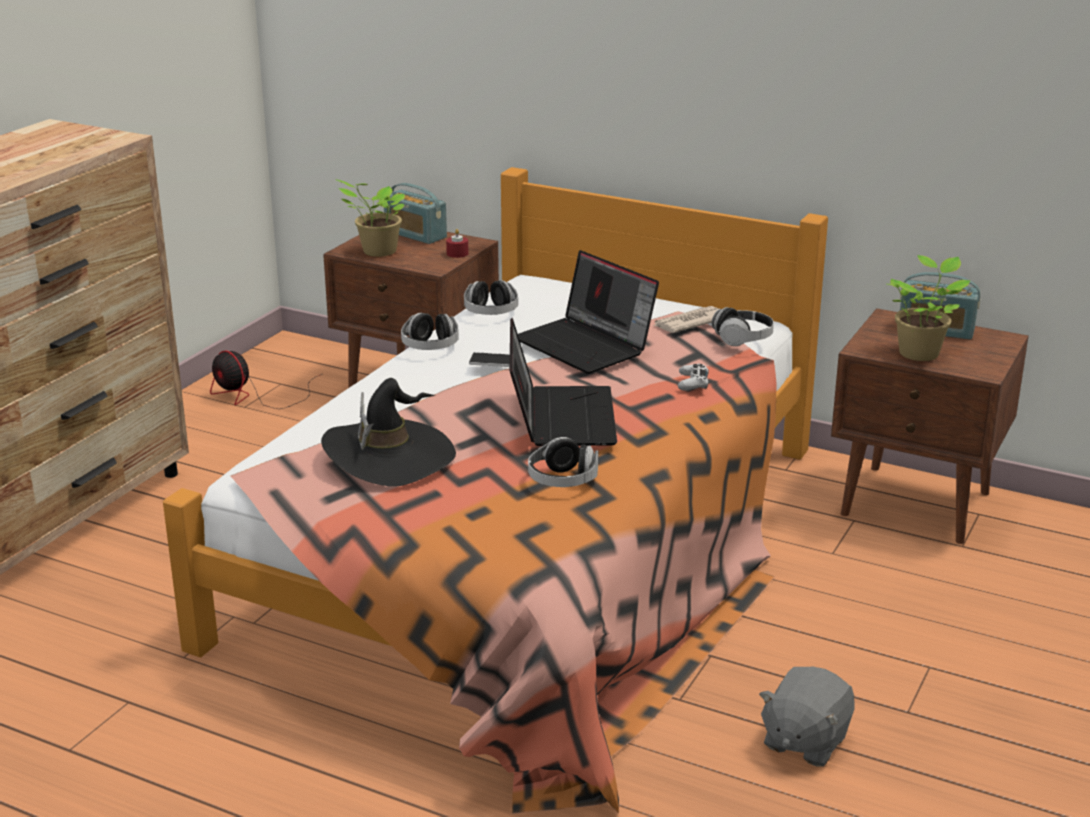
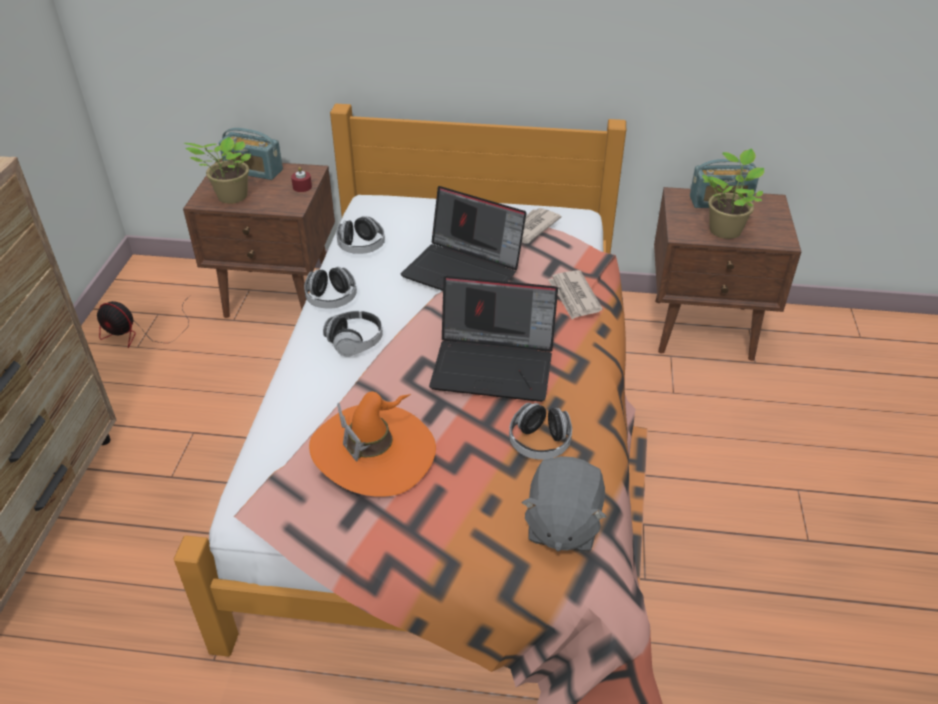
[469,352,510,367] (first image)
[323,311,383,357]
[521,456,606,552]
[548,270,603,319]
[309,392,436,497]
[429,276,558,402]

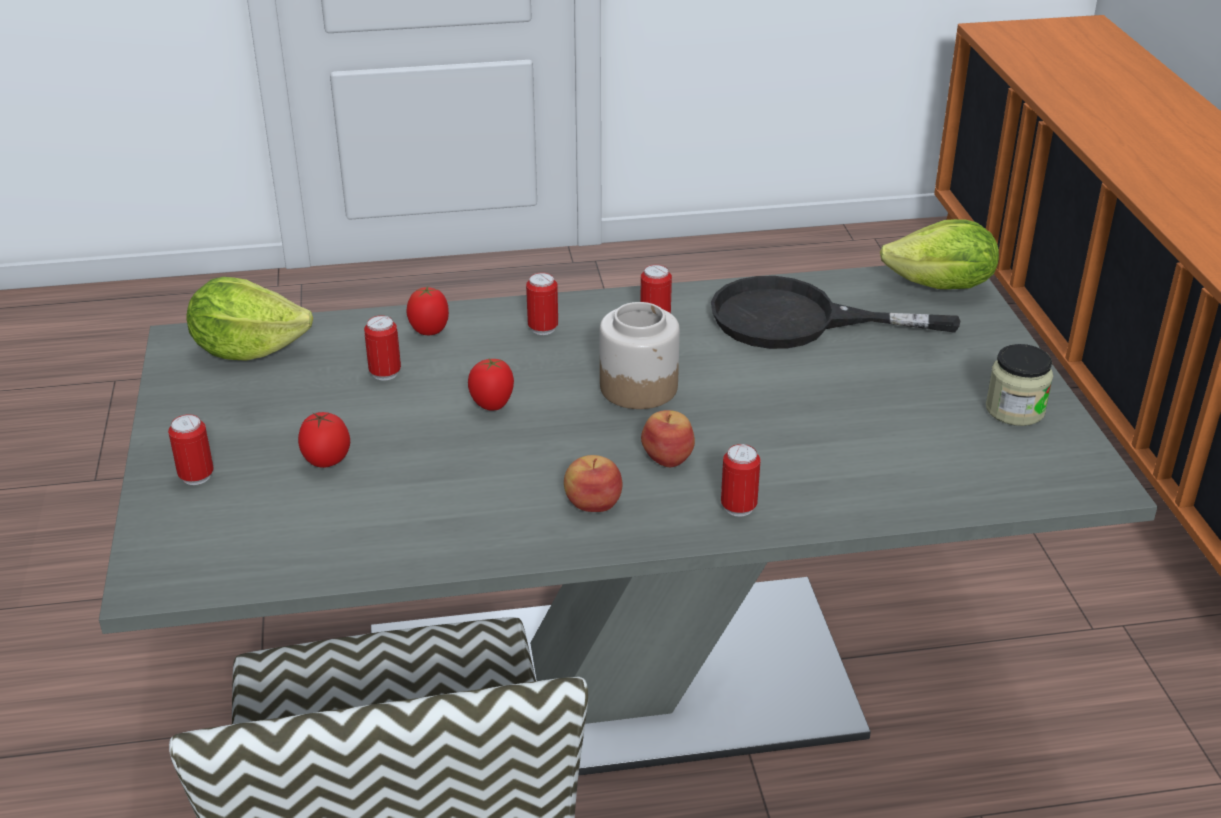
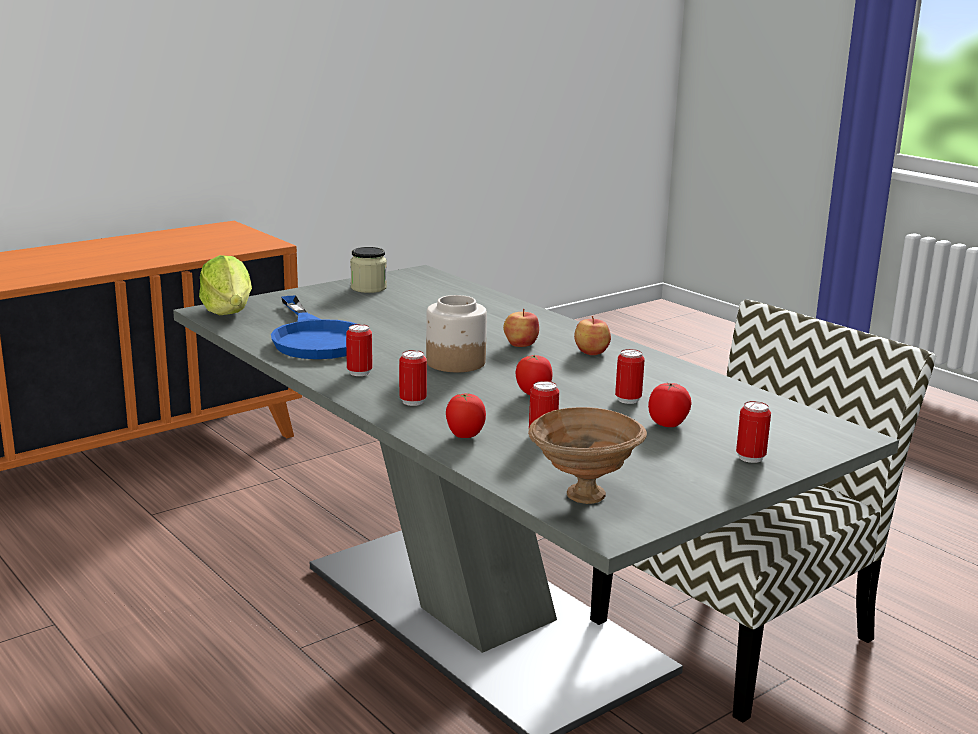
[615,349,645,404]
[528,407,647,504]
[271,295,356,359]

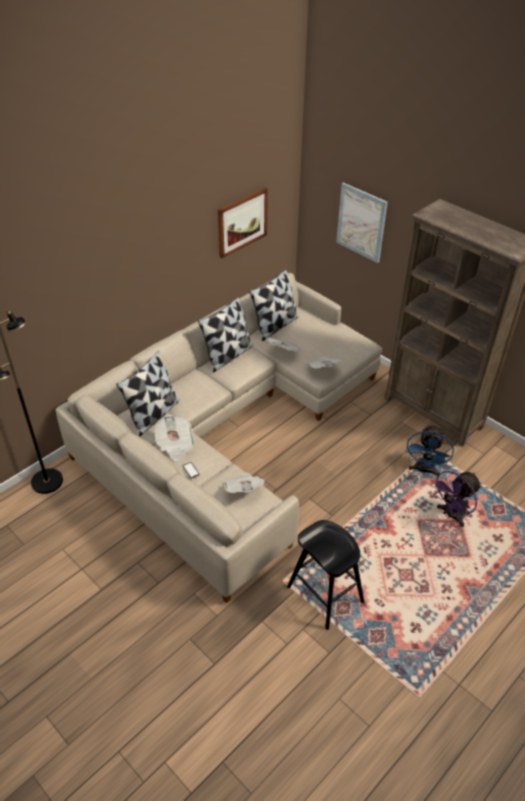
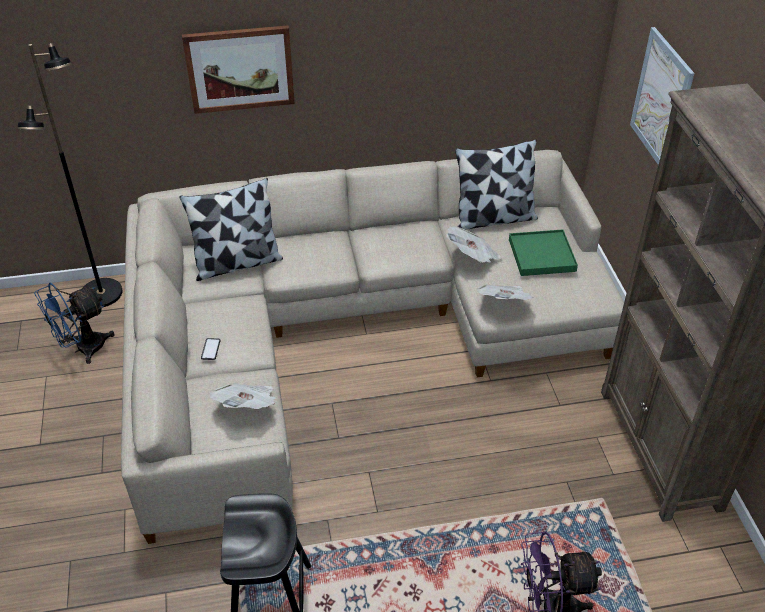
[155,415,195,461] (first image)
[198,297,253,372] (first image)
[509,229,578,276]
[182,25,295,114]
[34,282,114,364]

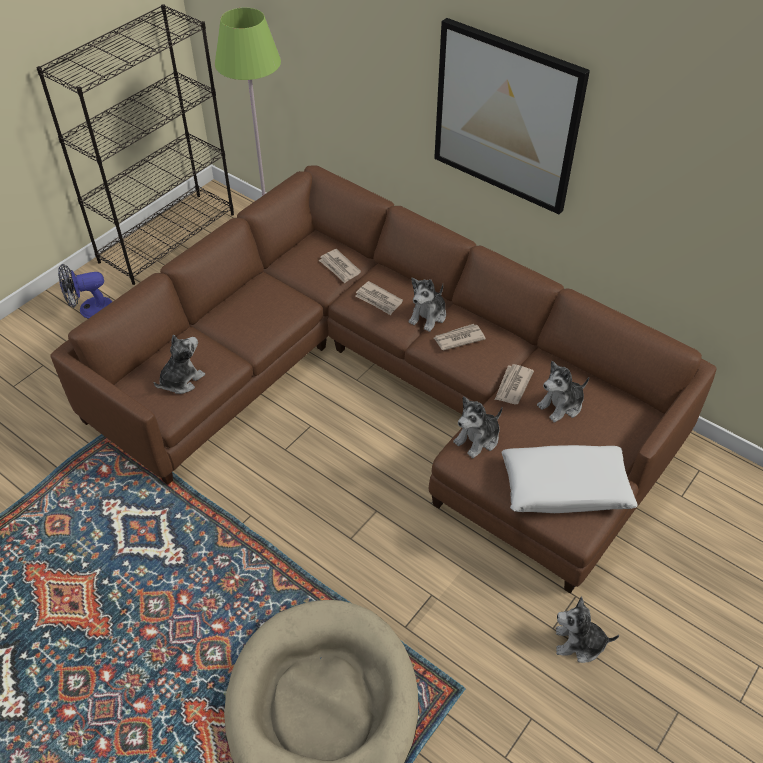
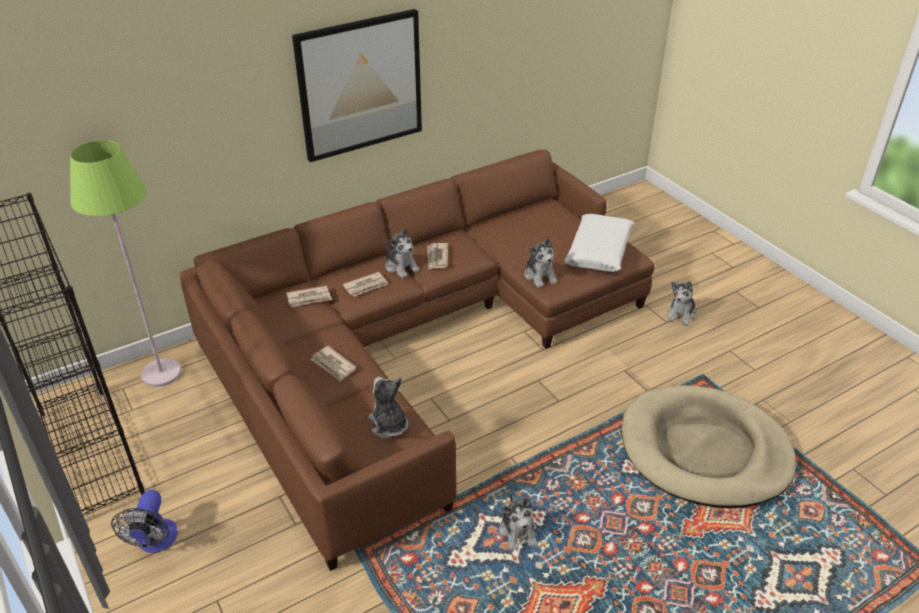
[311,346,357,382]
[499,493,537,550]

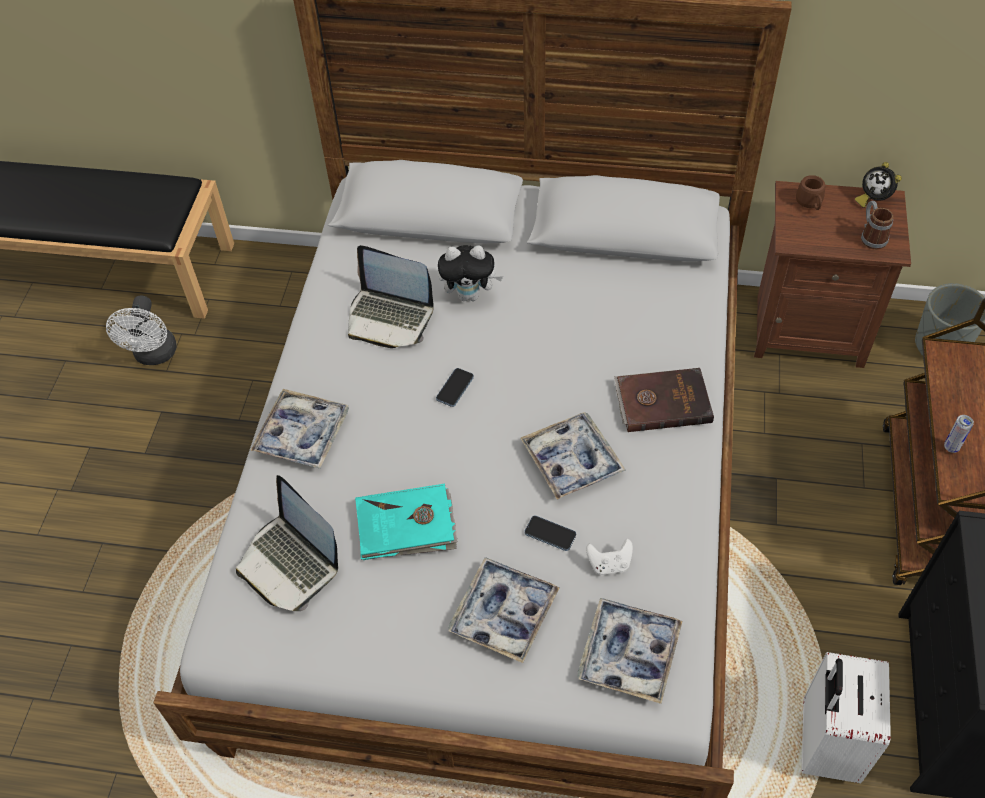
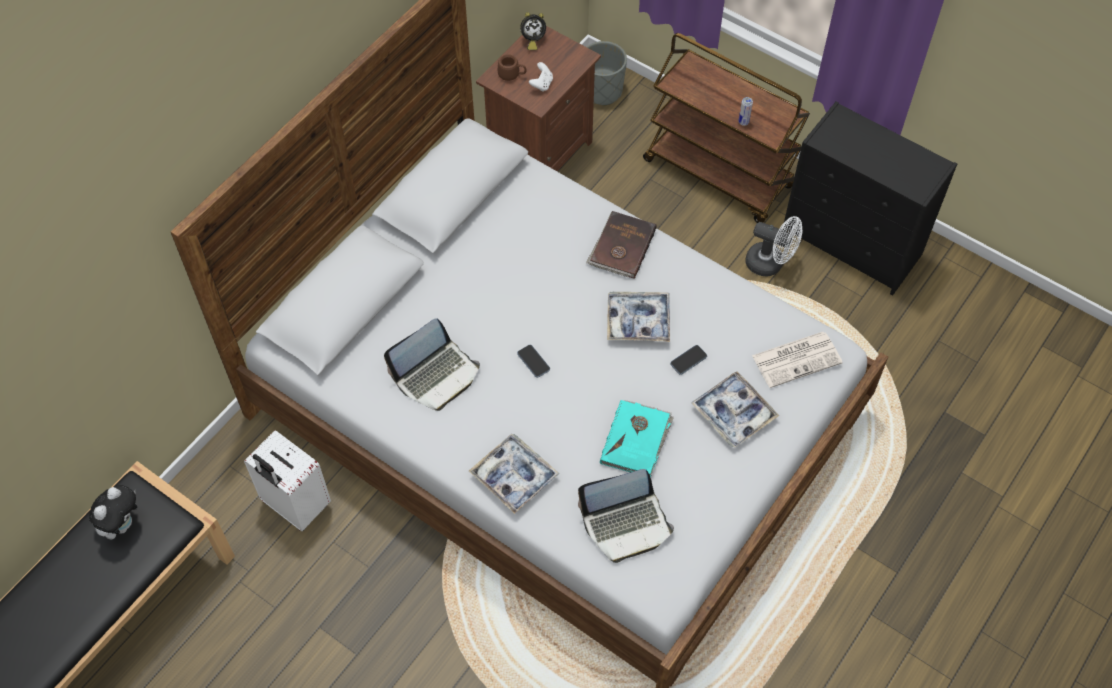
[861,201,893,250] (first image)
[745,216,802,277]
[89,485,137,539]
[529,62,553,92]
[244,430,331,531]
[752,332,843,388]

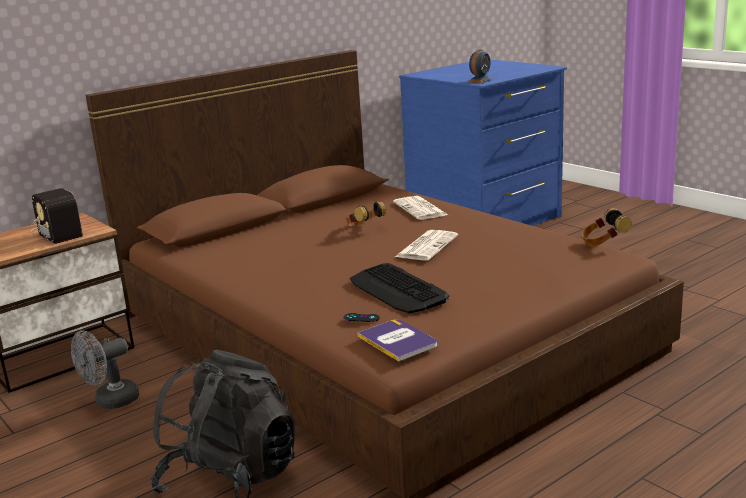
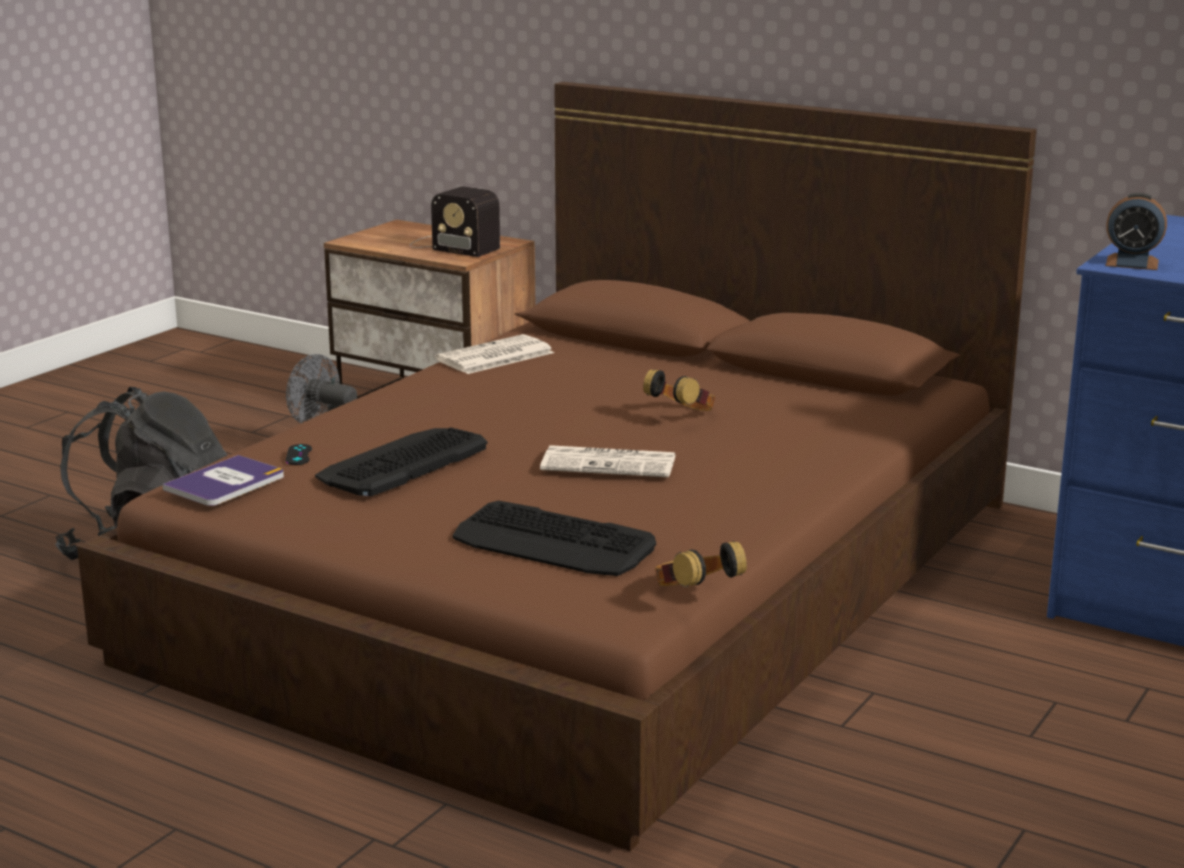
[452,501,656,576]
[435,334,554,374]
[410,187,500,257]

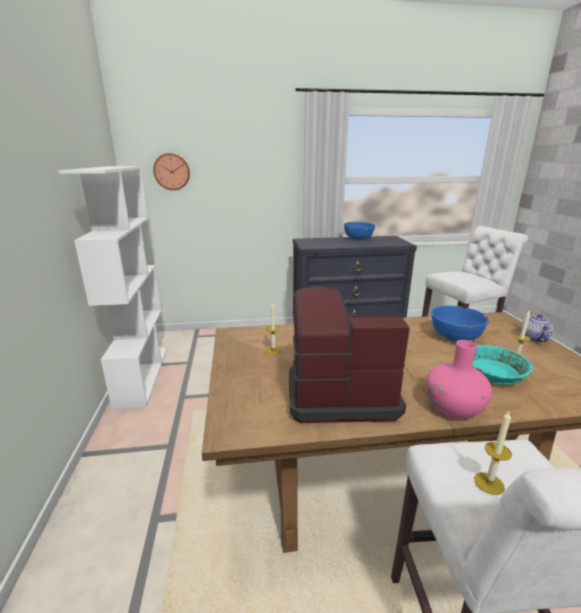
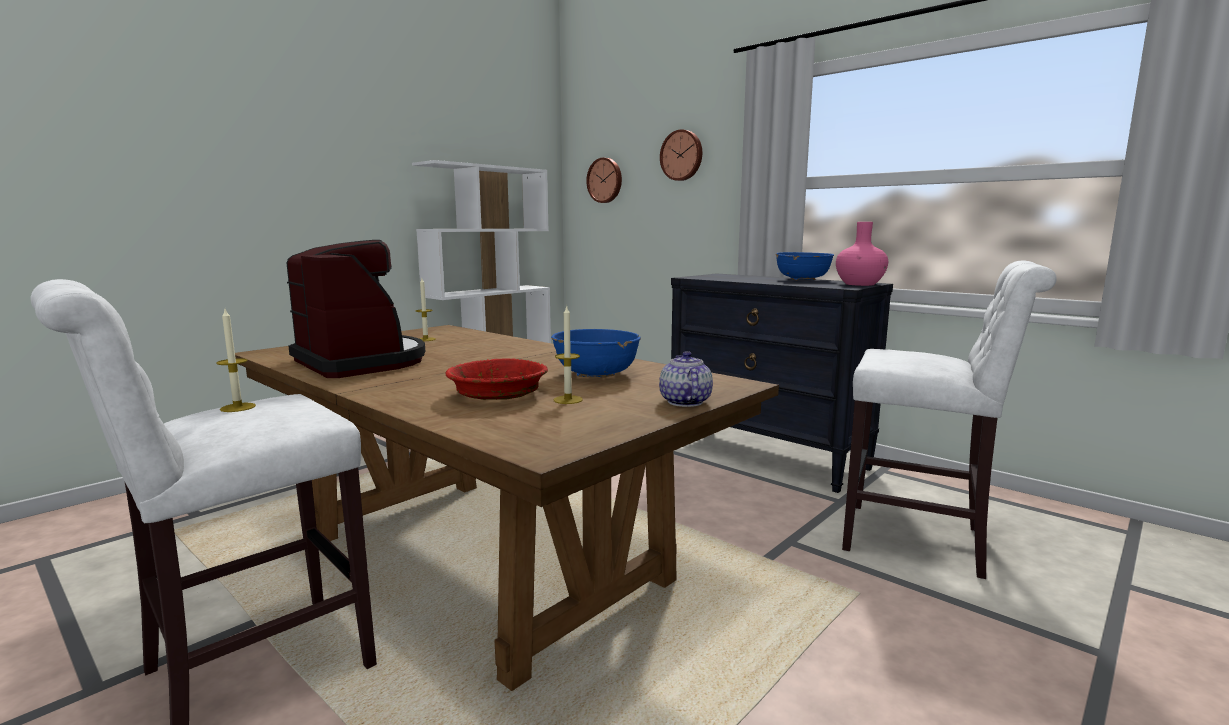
[660,129,702,181]
[836,222,888,286]
[446,358,548,400]
[659,351,713,407]

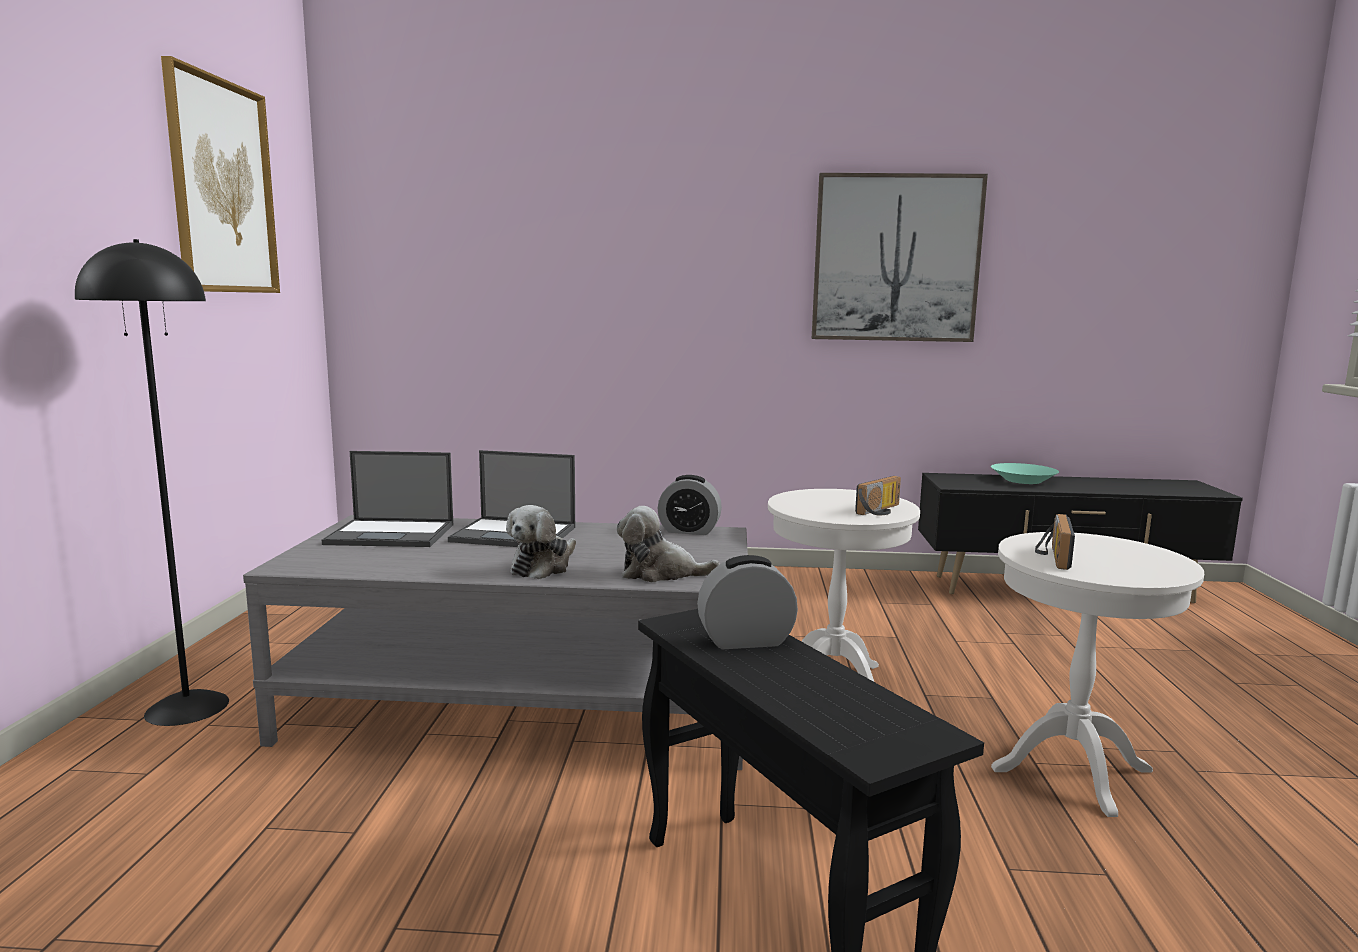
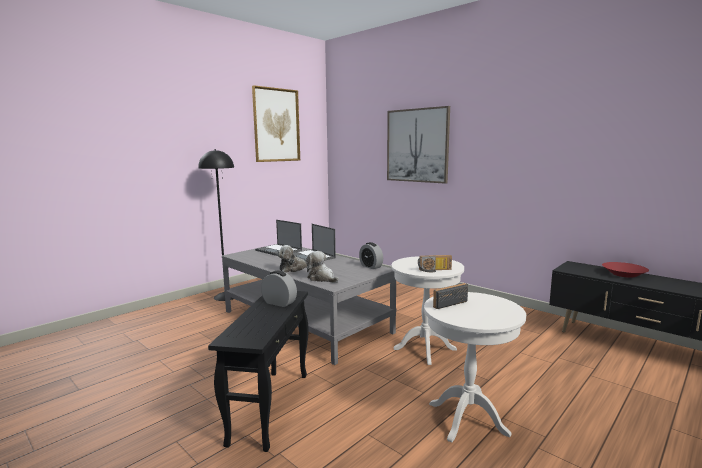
[387,106,450,184]
[602,262,649,278]

